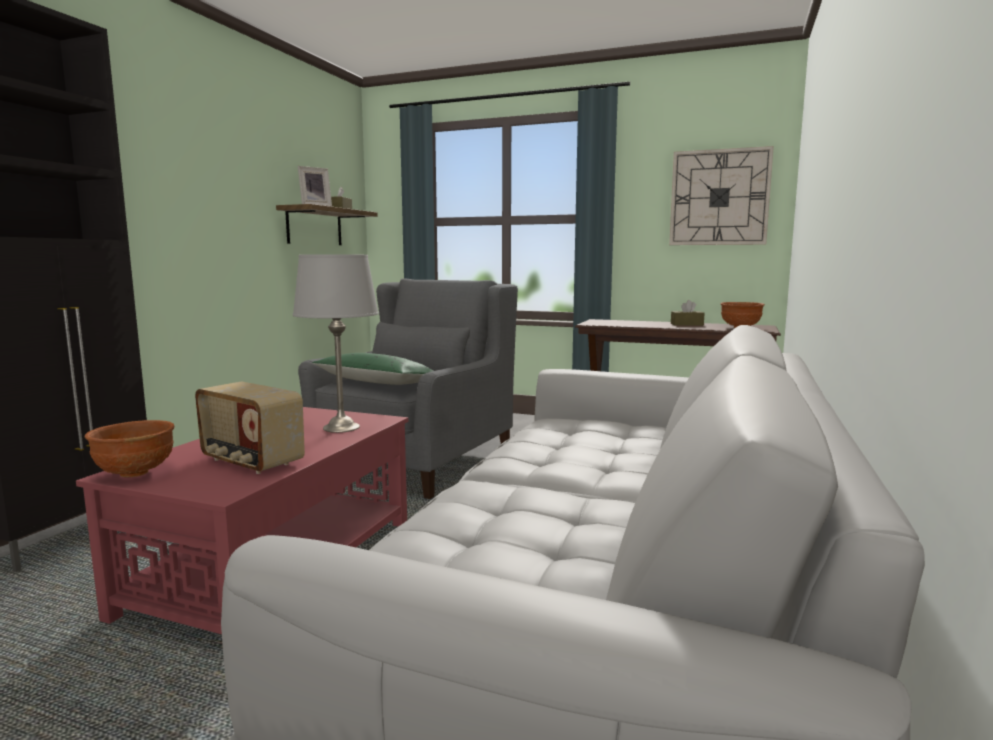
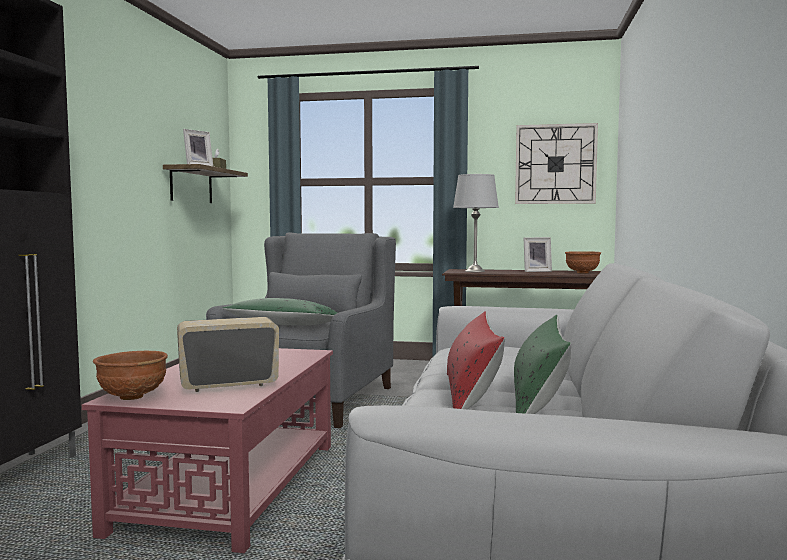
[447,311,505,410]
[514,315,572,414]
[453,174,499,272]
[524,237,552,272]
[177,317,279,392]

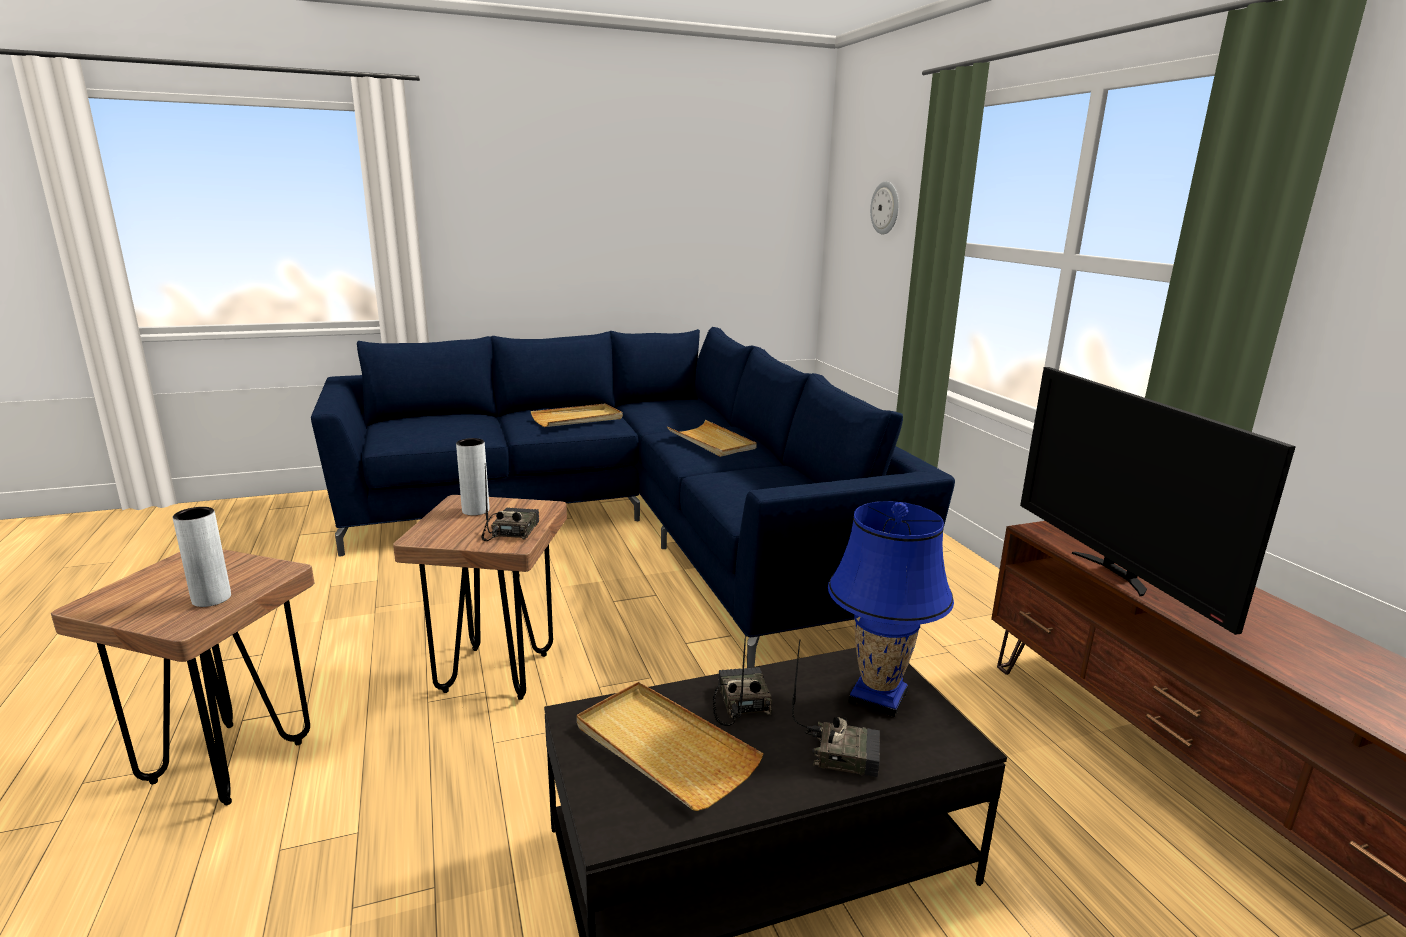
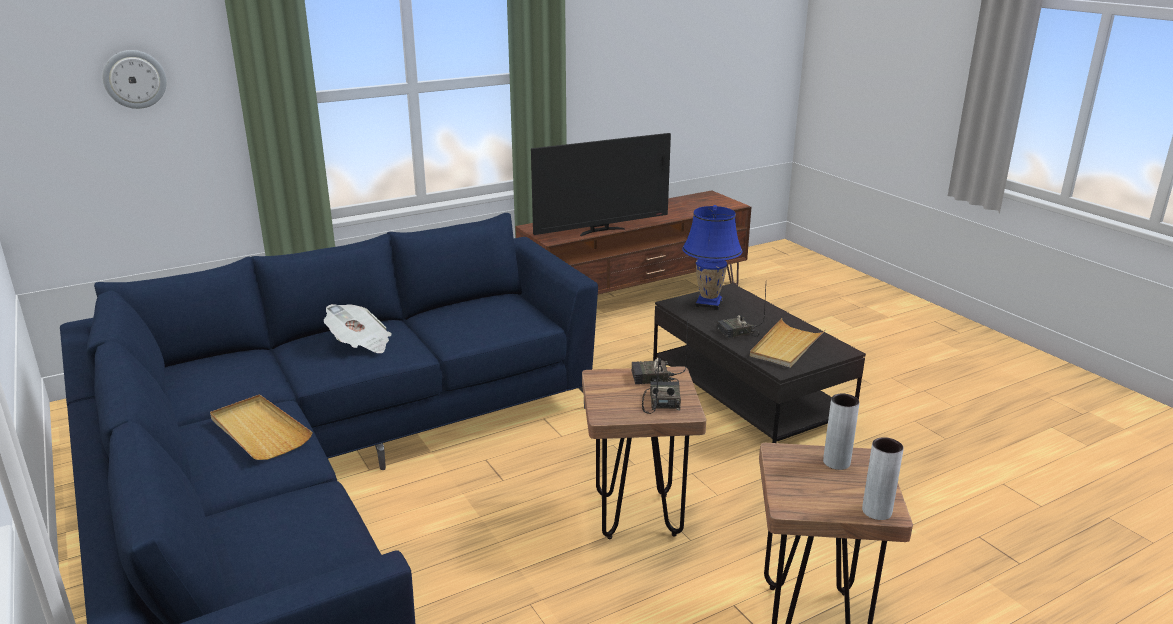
[862,437,904,520]
[642,353,681,414]
[324,304,392,353]

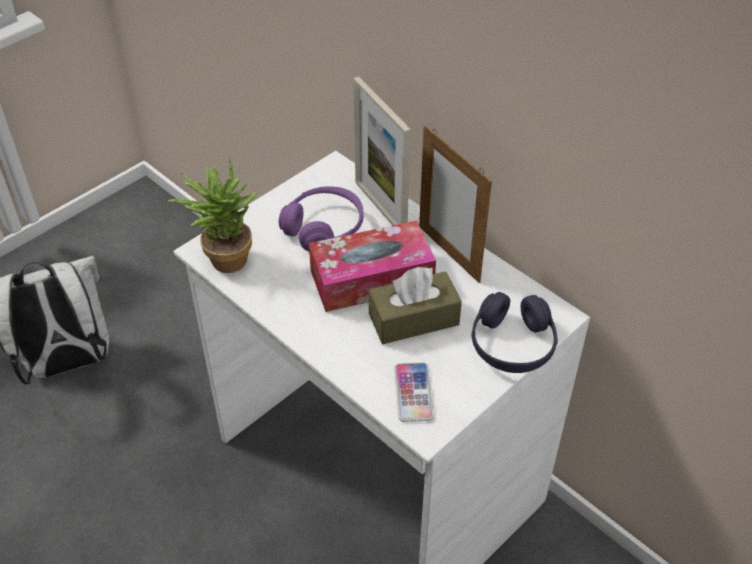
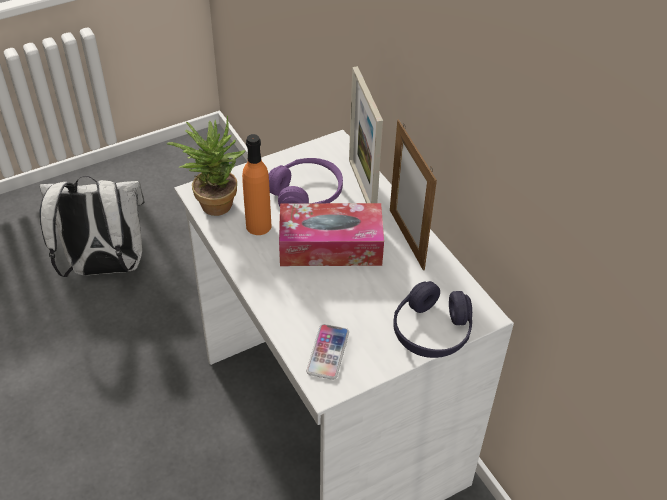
[369,267,462,344] (first image)
[242,134,272,235]

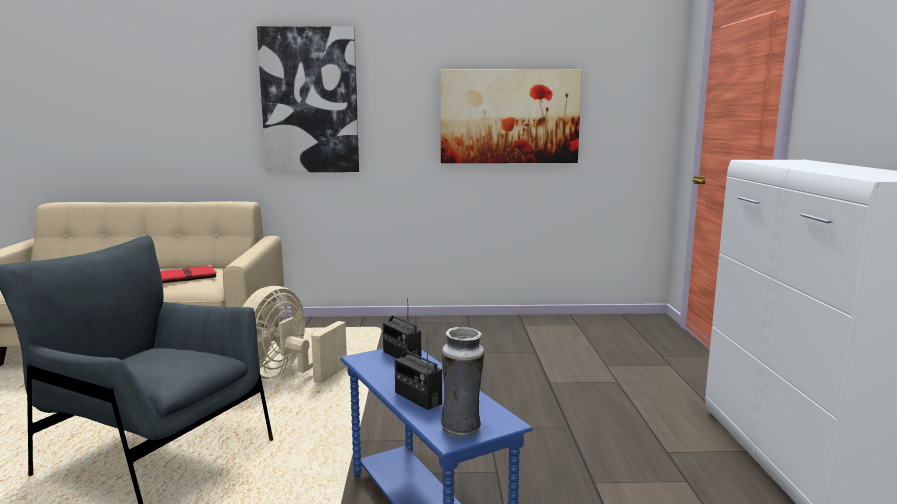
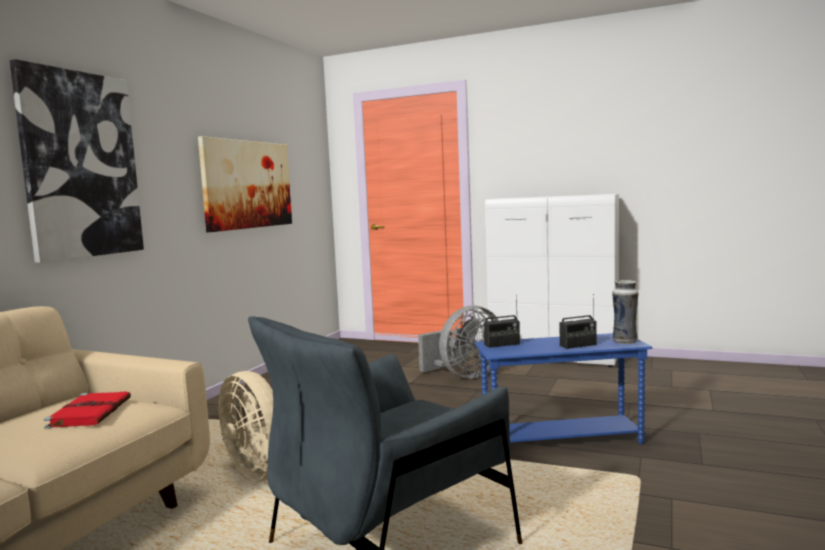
[418,305,499,379]

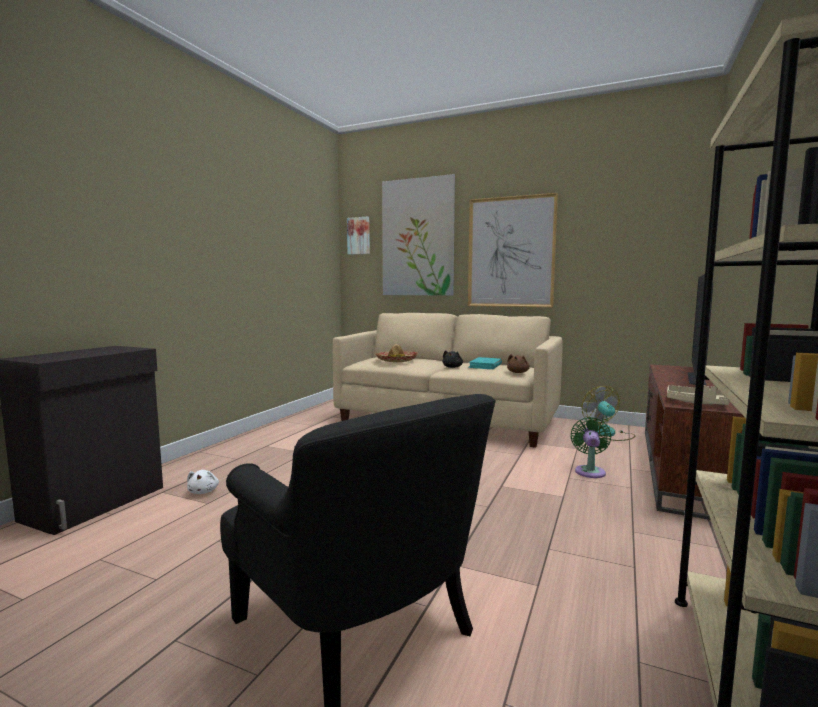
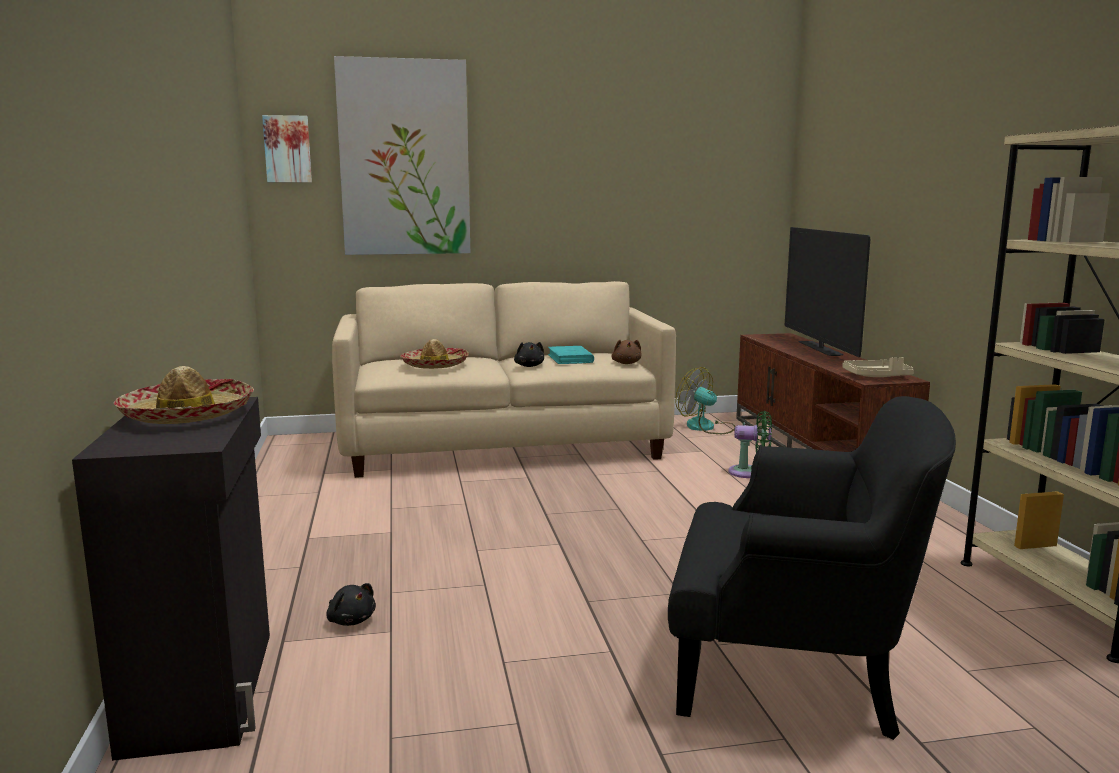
[468,193,558,307] (first image)
[114,366,254,424]
[326,583,376,626]
[728,411,772,478]

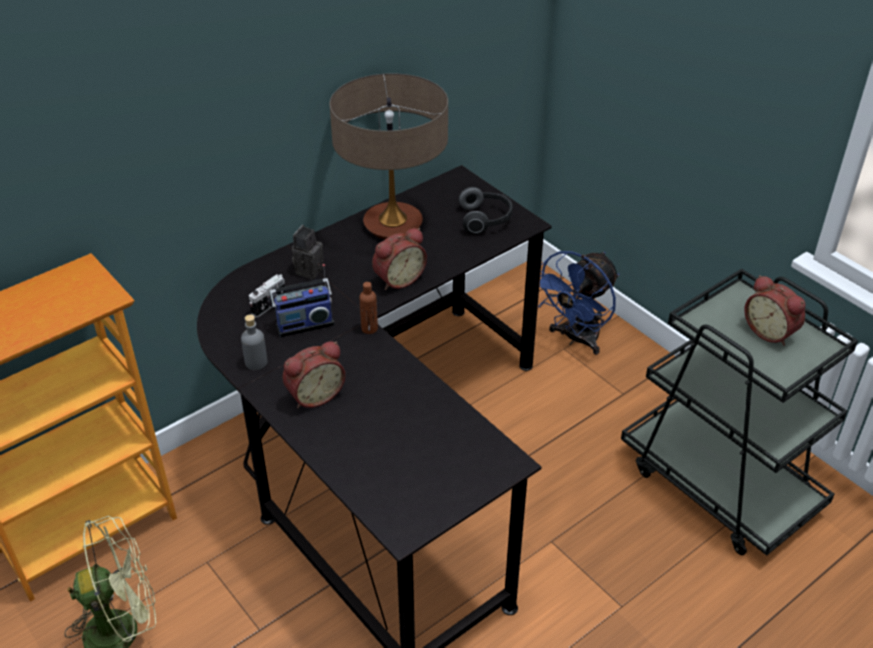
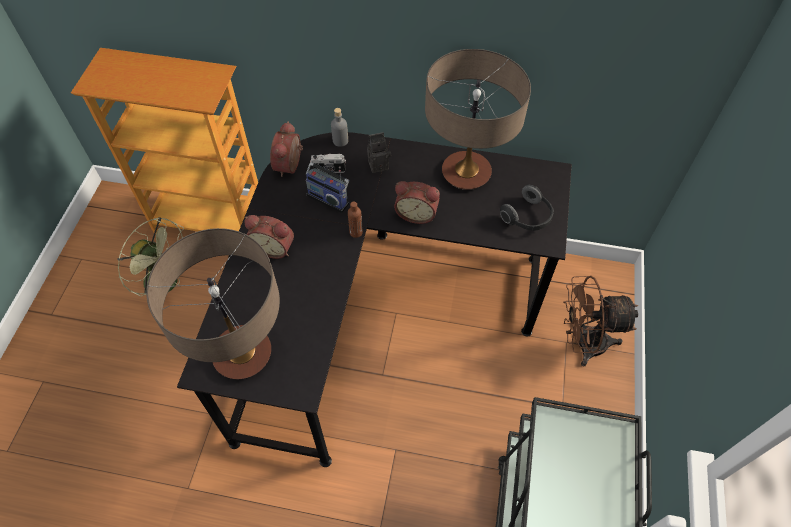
[146,228,280,379]
[331,108,348,147]
[270,121,303,177]
[563,276,638,367]

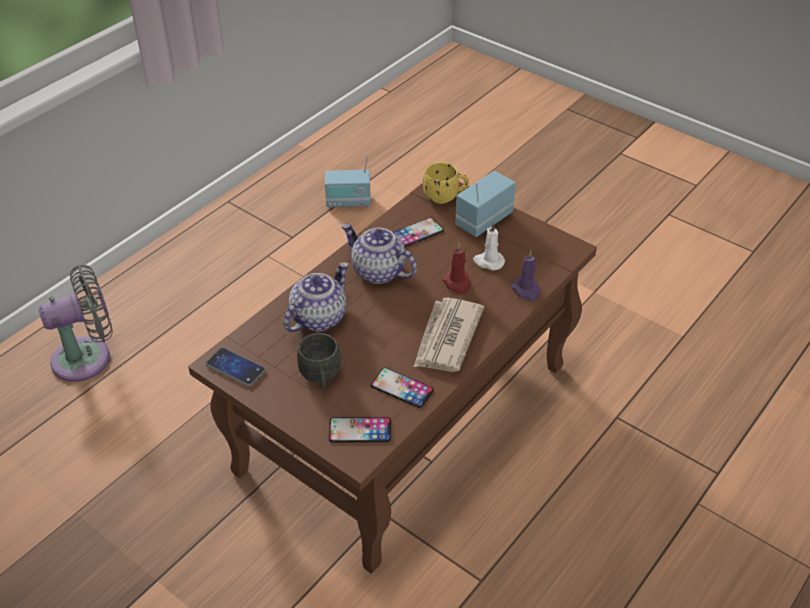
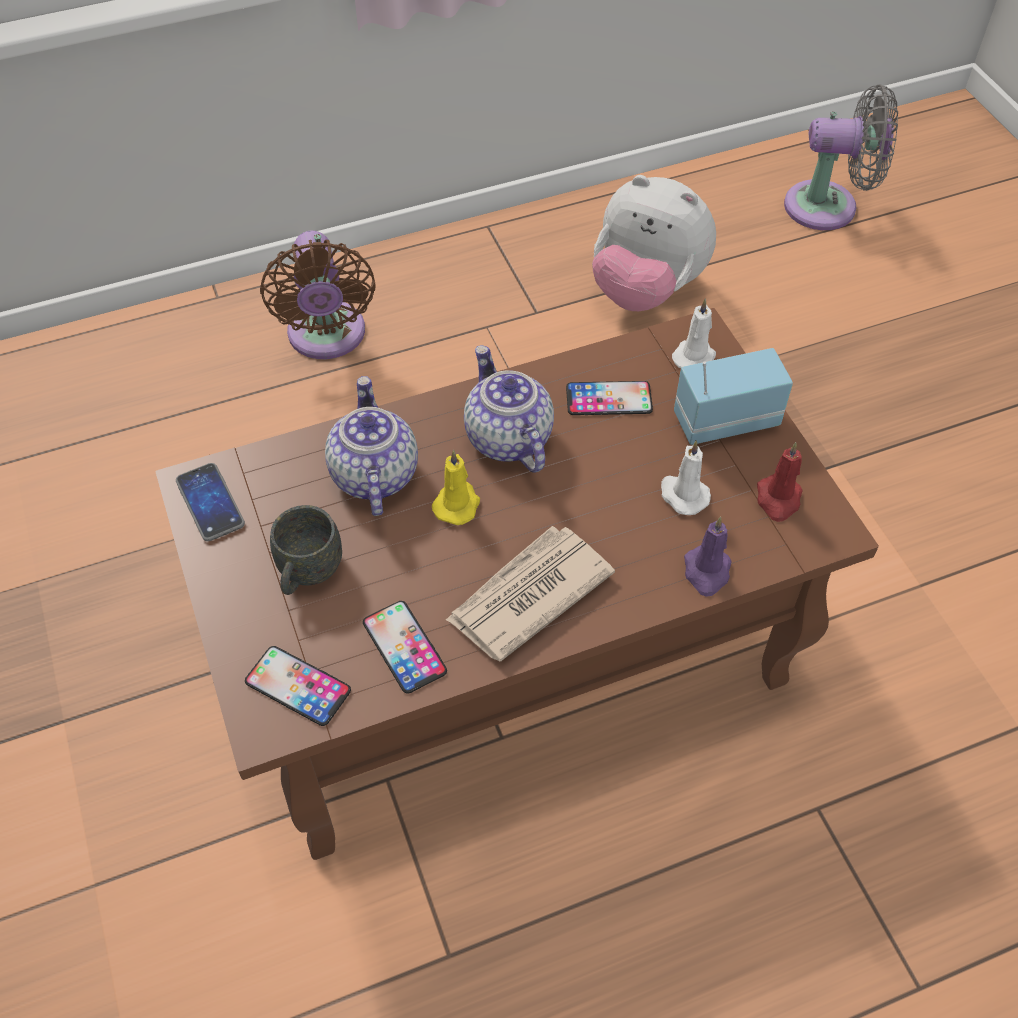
[260,231,376,359]
[432,450,480,525]
[784,85,898,230]
[757,442,803,522]
[592,175,716,311]
[672,298,716,368]
[325,376,418,516]

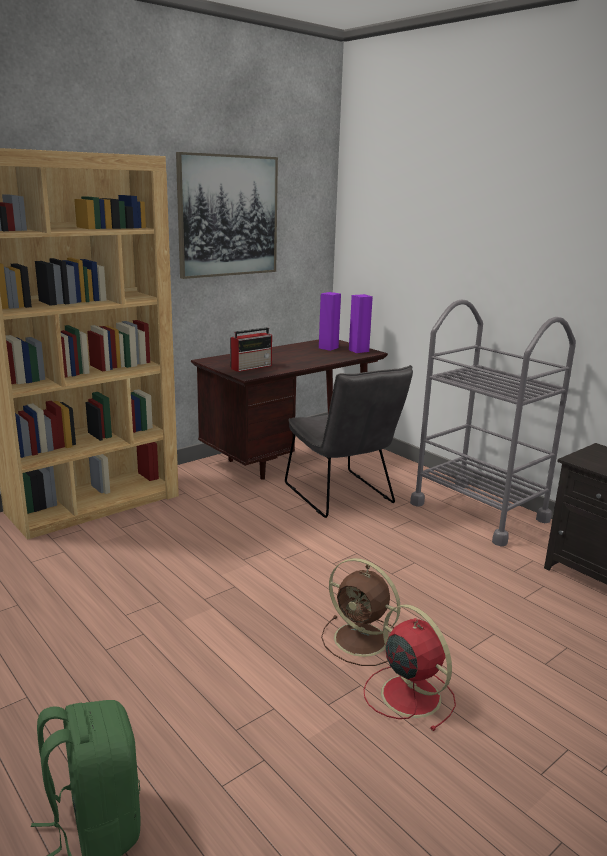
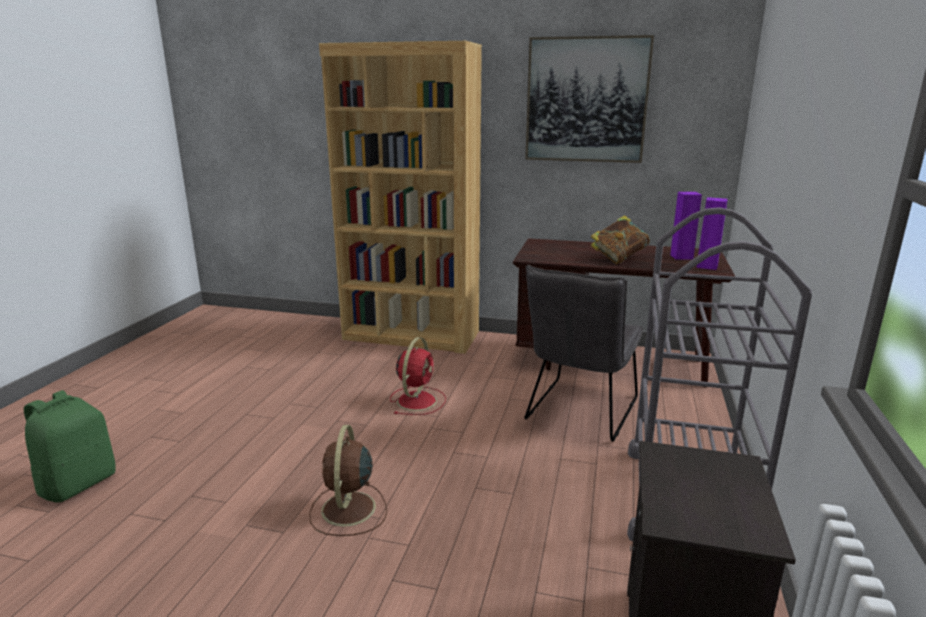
[230,327,272,372] (first image)
[591,215,650,264]
[390,337,446,415]

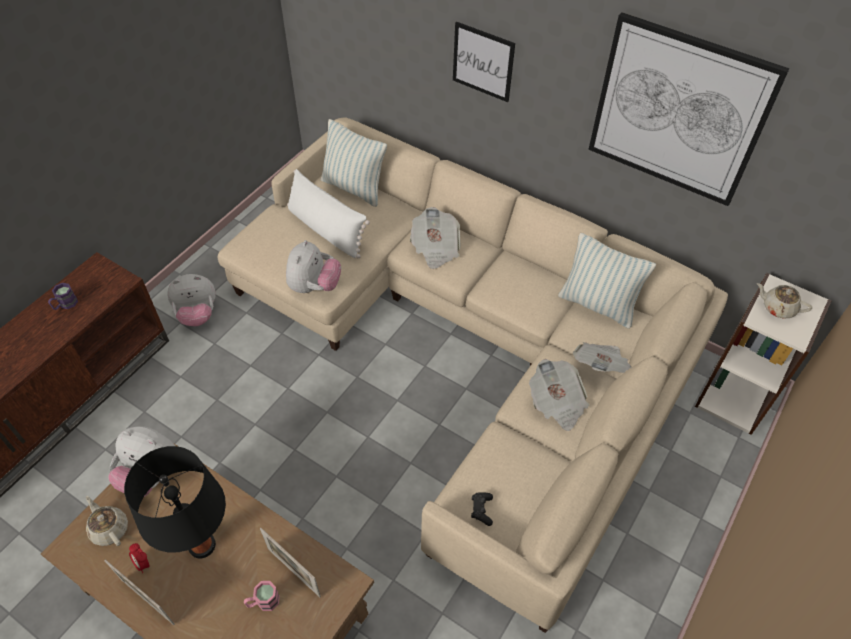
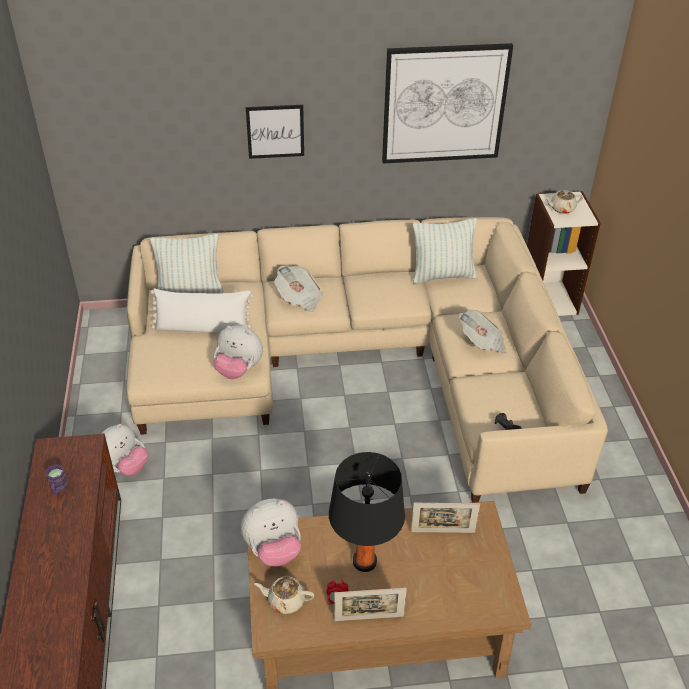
[244,581,280,611] (first image)
[573,342,632,373] (first image)
[213,326,263,379]

